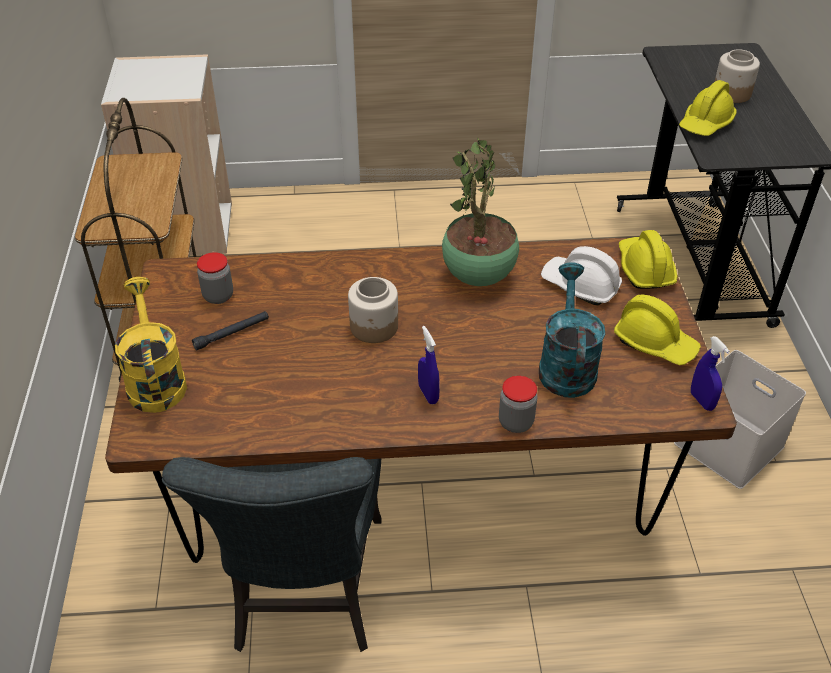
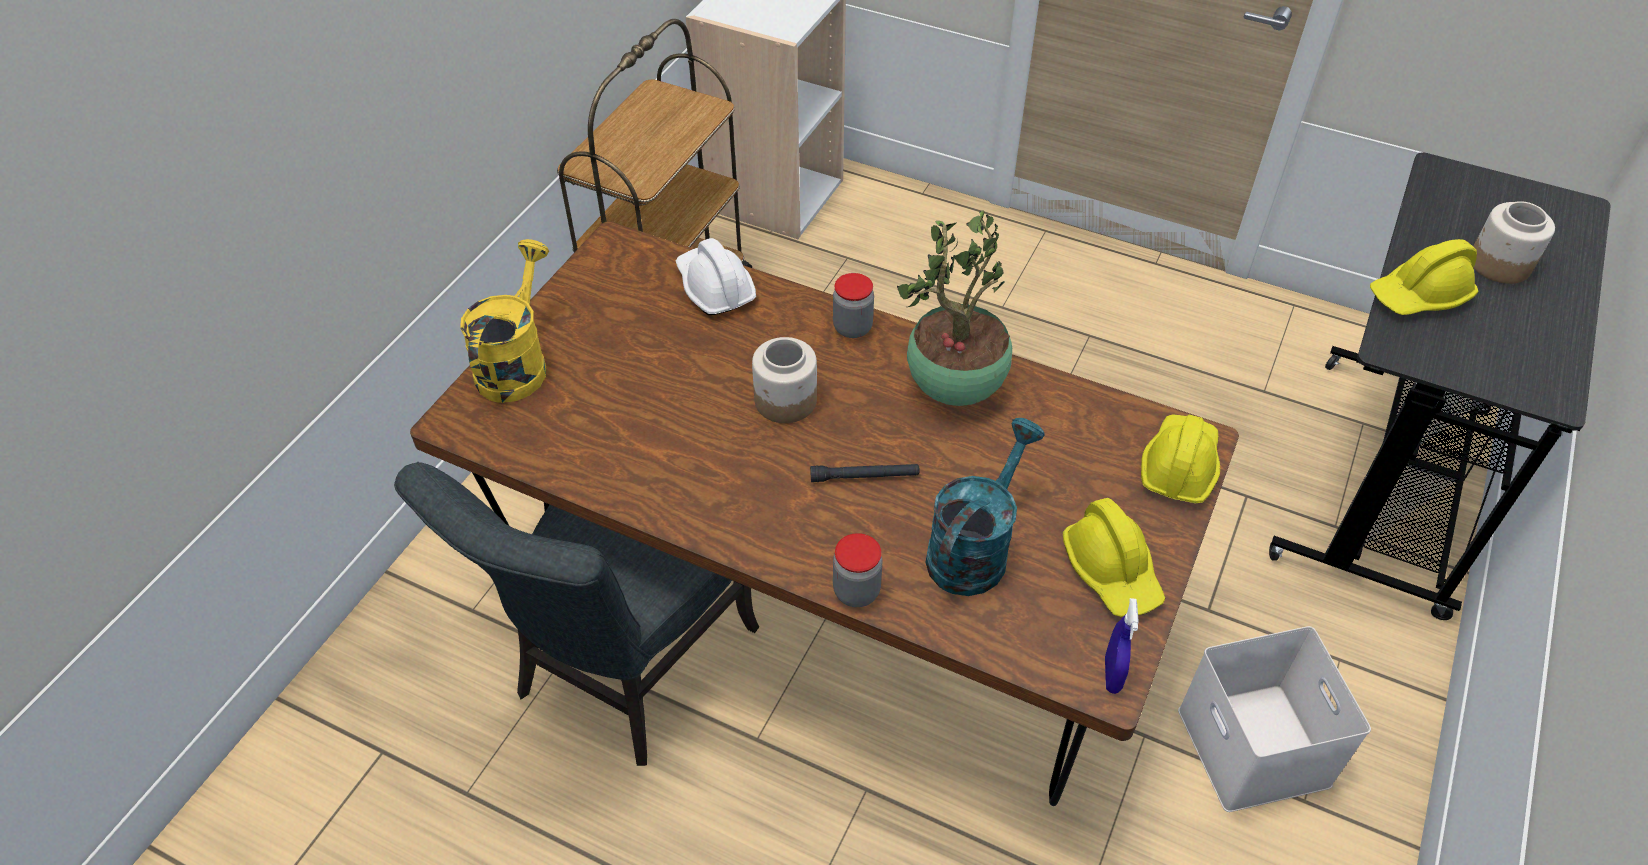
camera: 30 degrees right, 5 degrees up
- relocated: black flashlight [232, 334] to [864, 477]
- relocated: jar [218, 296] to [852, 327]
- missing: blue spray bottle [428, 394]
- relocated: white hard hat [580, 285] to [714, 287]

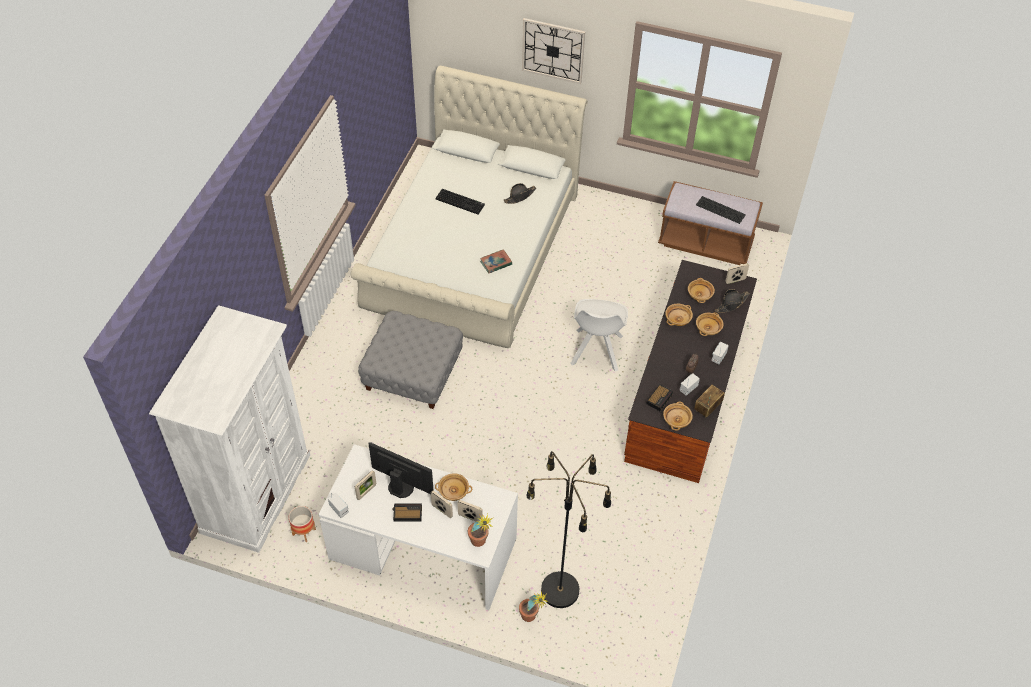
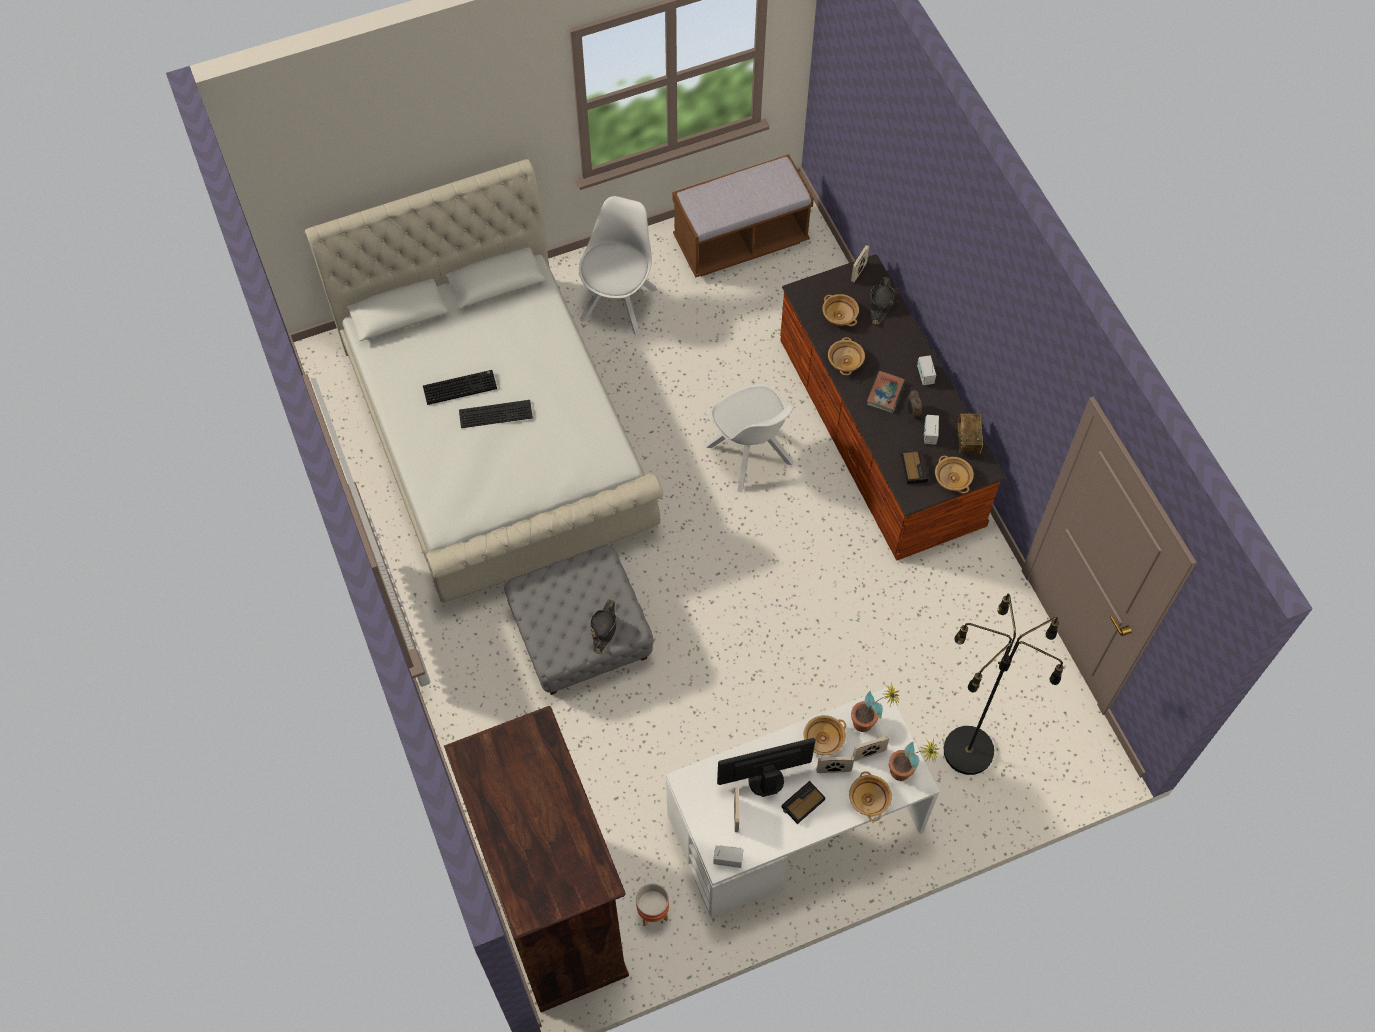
camera: 40 degrees left, 10 degrees up
- colour: white wardrobe [256, 493] to brown wardrobe [555, 913]
- relocated: book [496, 263] to [885, 393]
- relocated: black hat [520, 196] to [604, 628]
- relocated: potted plant [531, 618] to [869, 723]
- missing: wall clock [553, 50]
- relocated: keyboard [721, 209] to [496, 412]
- relocated: beige bowl [708, 328] to [869, 800]
- appeared: white chair [619, 303]

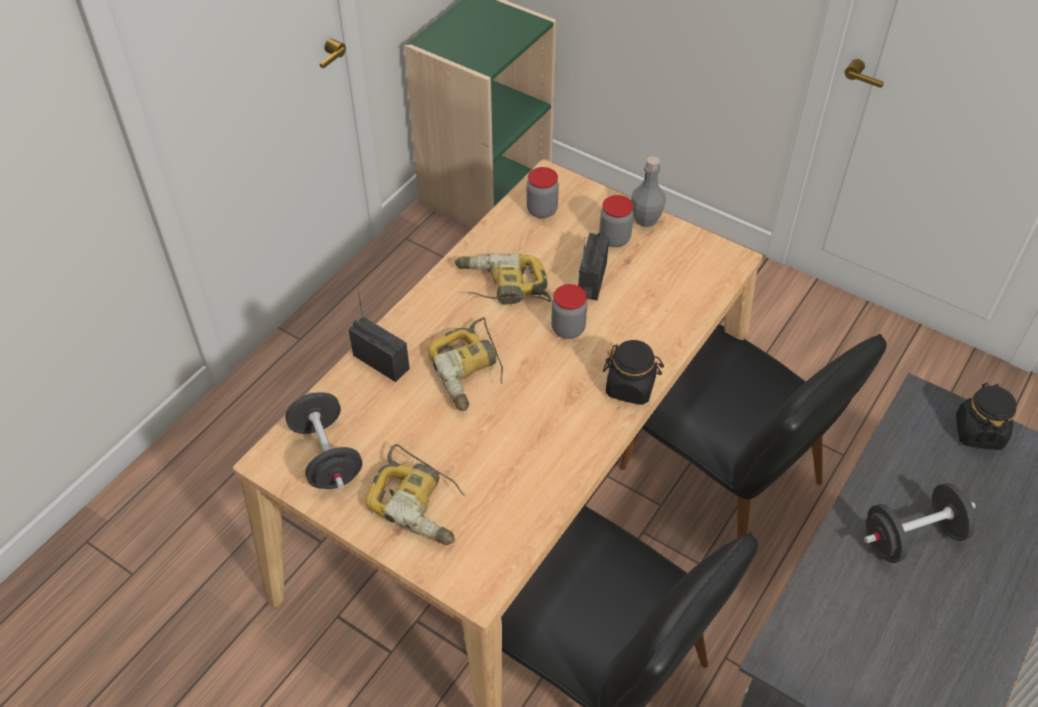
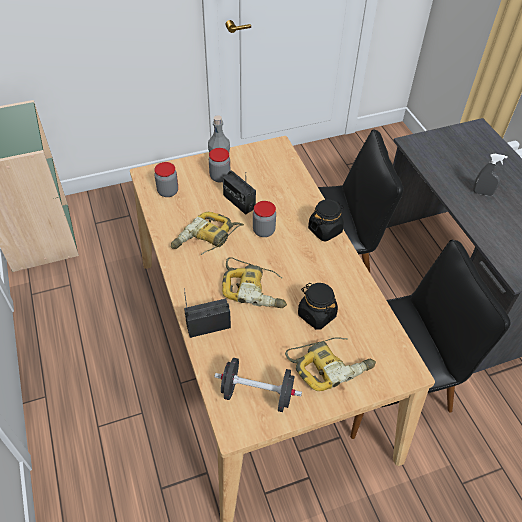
camera: 55 degrees left, 0 degrees up
- exchanged: black dumbbell [912, 537] to grey spray bottle [482, 193]
- relocated: black jar [978, 432] to [316, 314]

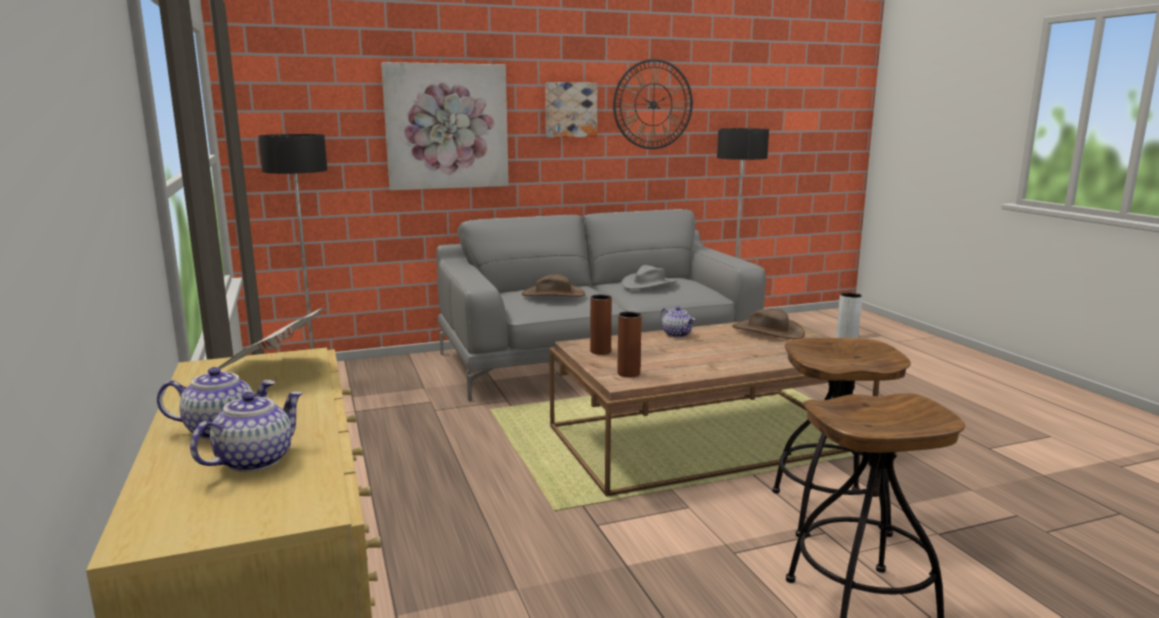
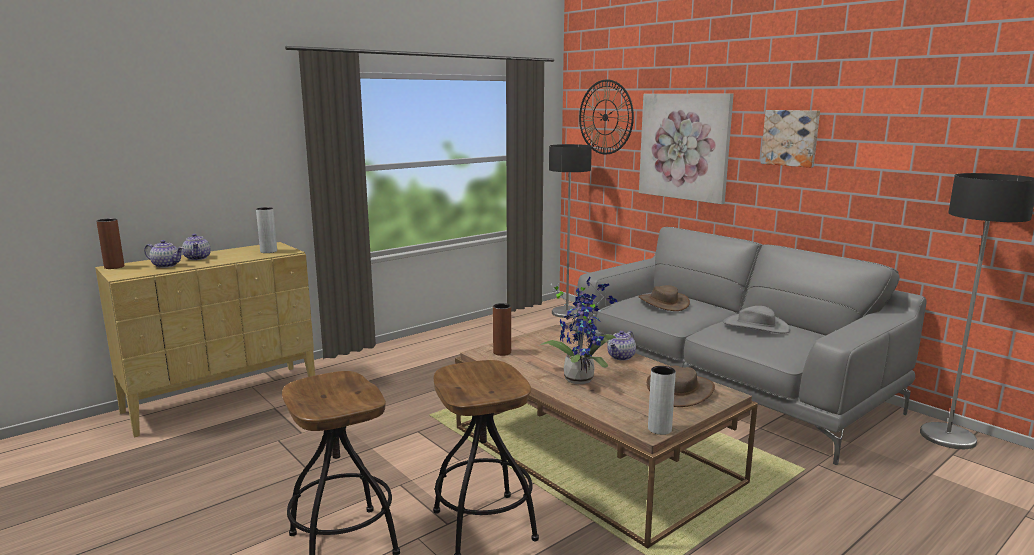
camera: 70 degrees right, 0 degrees up
- exchanged: newspaper [271, 370] to grey vase [268, 251]
- relocated: brown vase [600, 351] to [114, 267]
- relocated: wall clock [653, 104] to [605, 117]
- appeared: potted plant [580, 378]

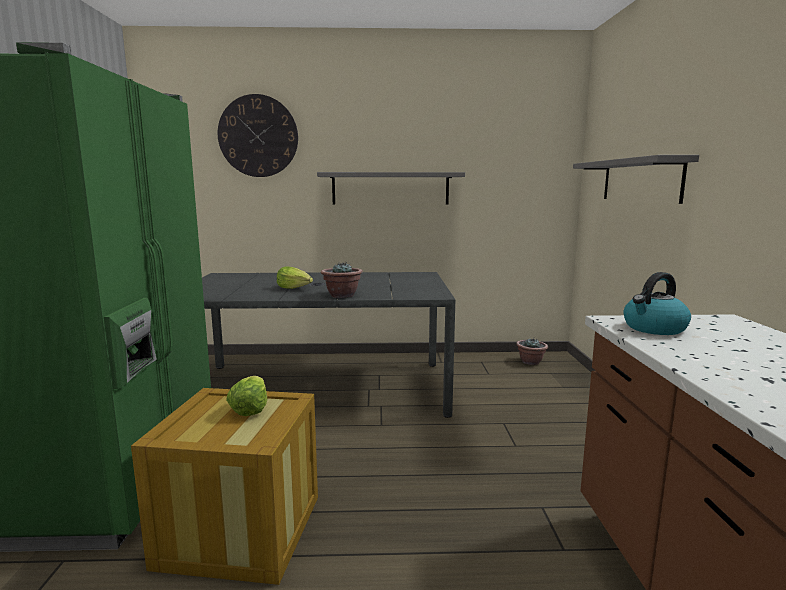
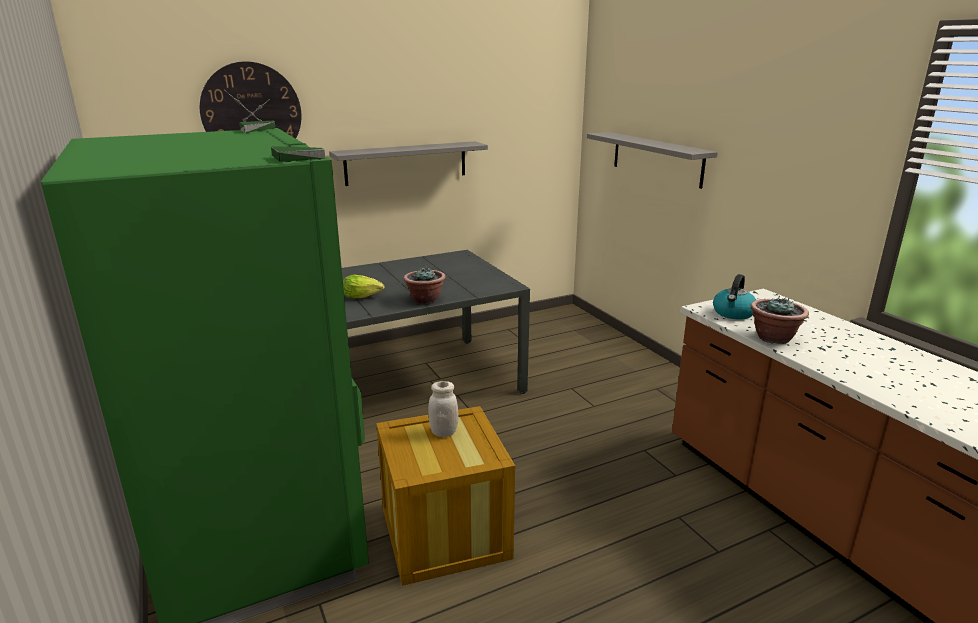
camera: 25 degrees left, 10 degrees up
- exchanged: lettuce [250, 408] to white jar [444, 432]
- relocated: potted plant [530, 362] to [773, 338]

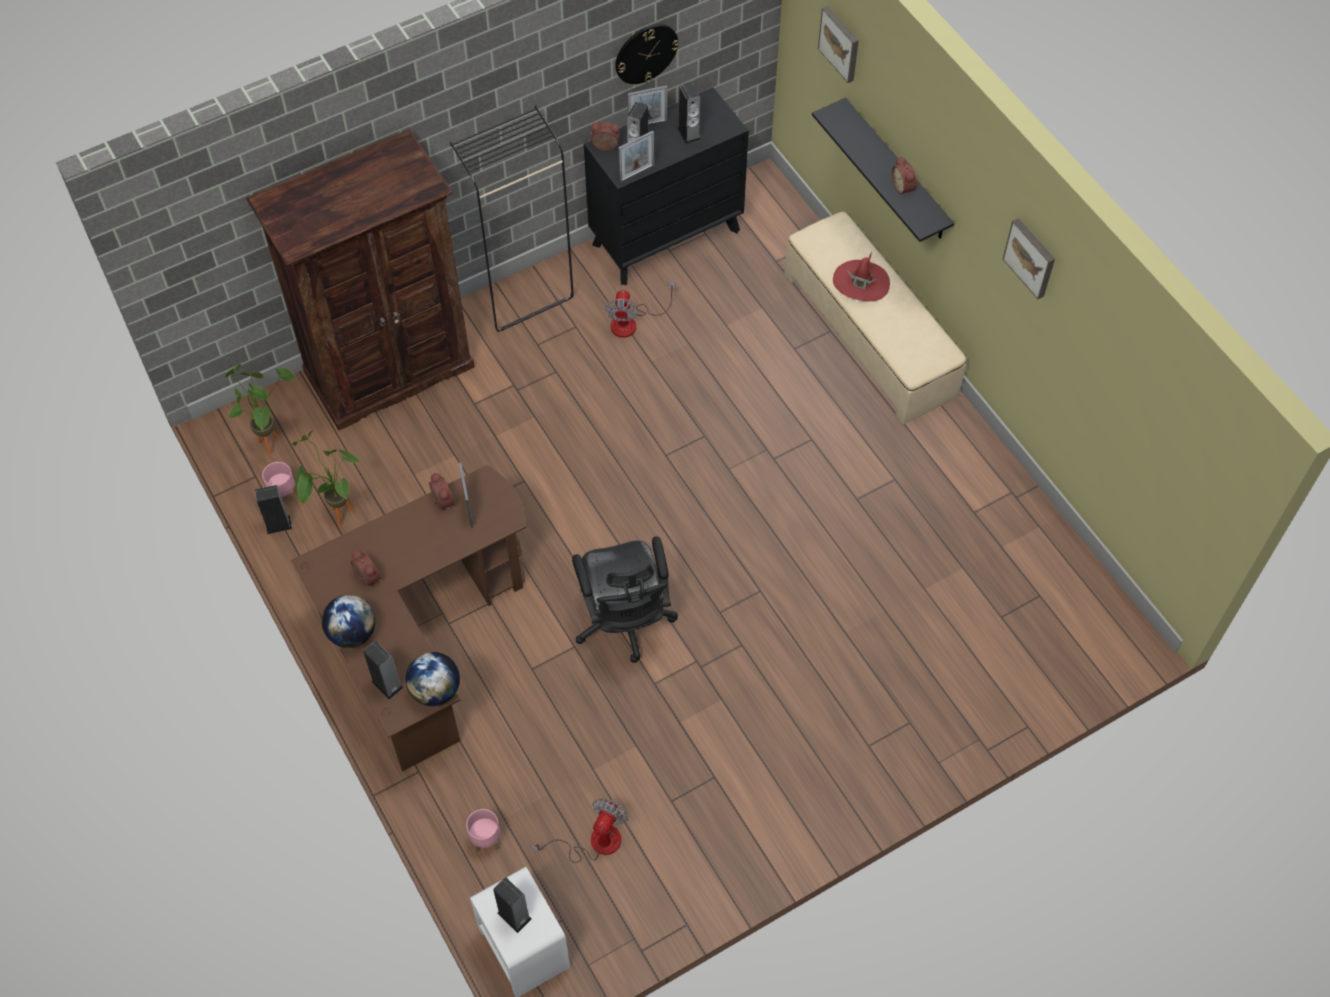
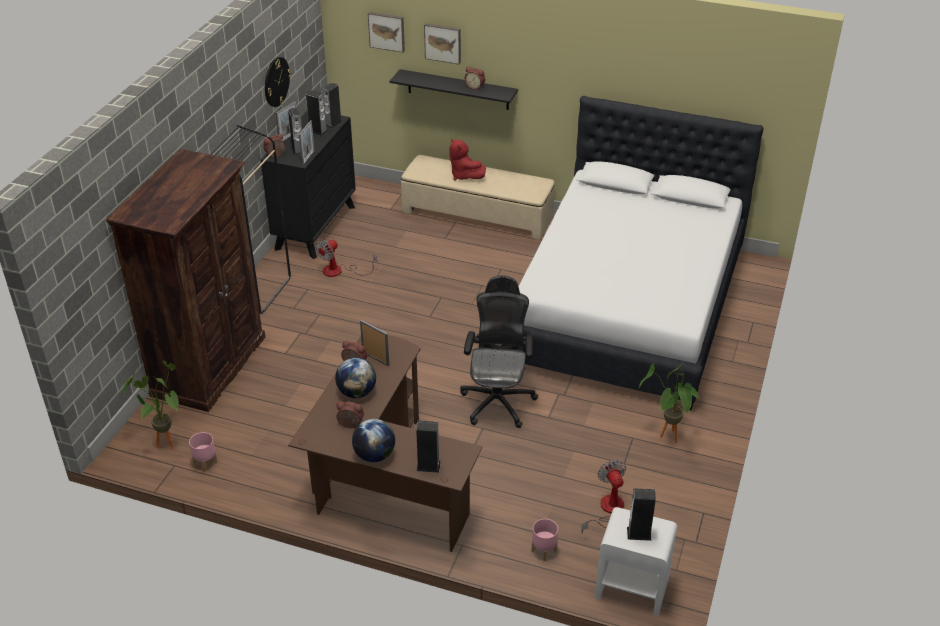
camera: 40 degrees left, 20 degrees down
- relocated: speaker [278, 524] to [333, 123]
- relocated: potted plant [336, 516] to [667, 439]
- relocated: globe [435, 690] to [356, 392]
- spun: office chair [624, 623] = [498, 400] 120 degrees counterclockwise
- spun: fan [632, 322] = [339, 271] 75 degrees clockwise
- exchanged: red hat [861, 283] to red plush toy [464, 176]
- relocated: picture [1031, 257] to [443, 42]
- appeared: white bed [628, 306]

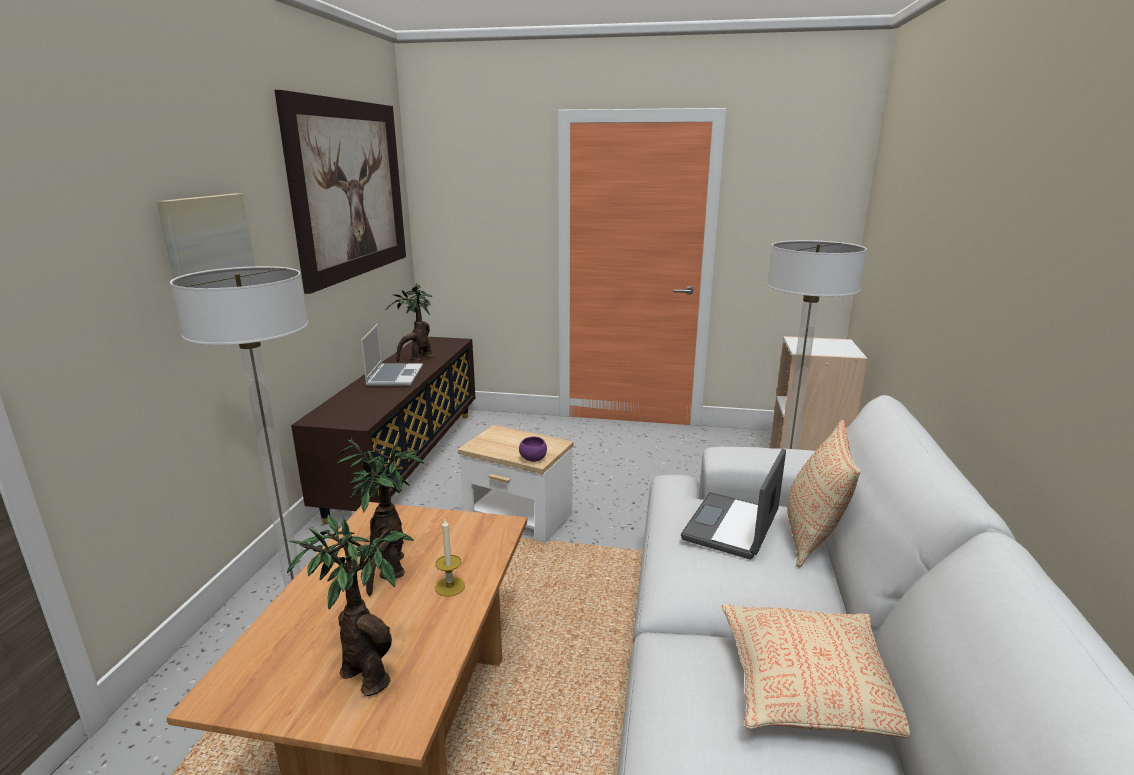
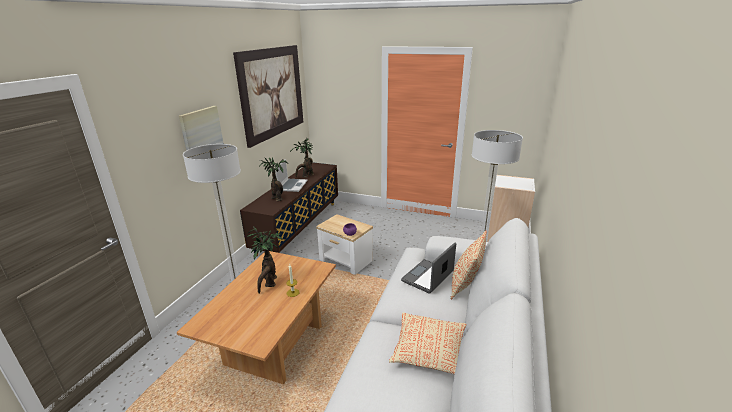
camera: 10 degrees right, 5 degrees up
- relocated: potted plant [364, 672] to [277, 198]

